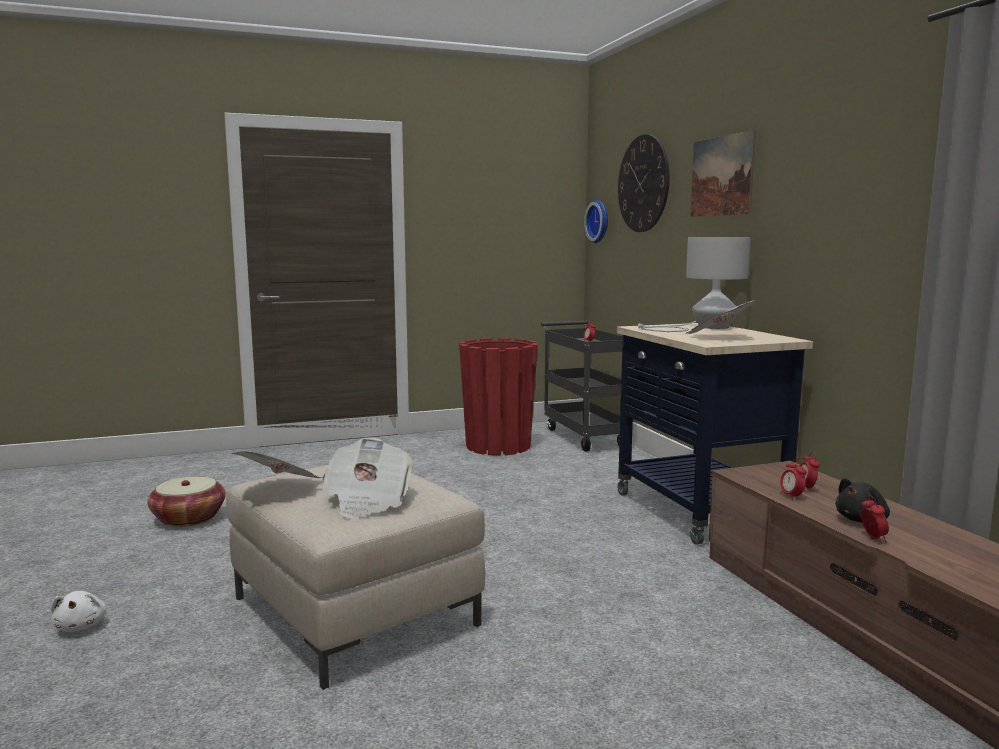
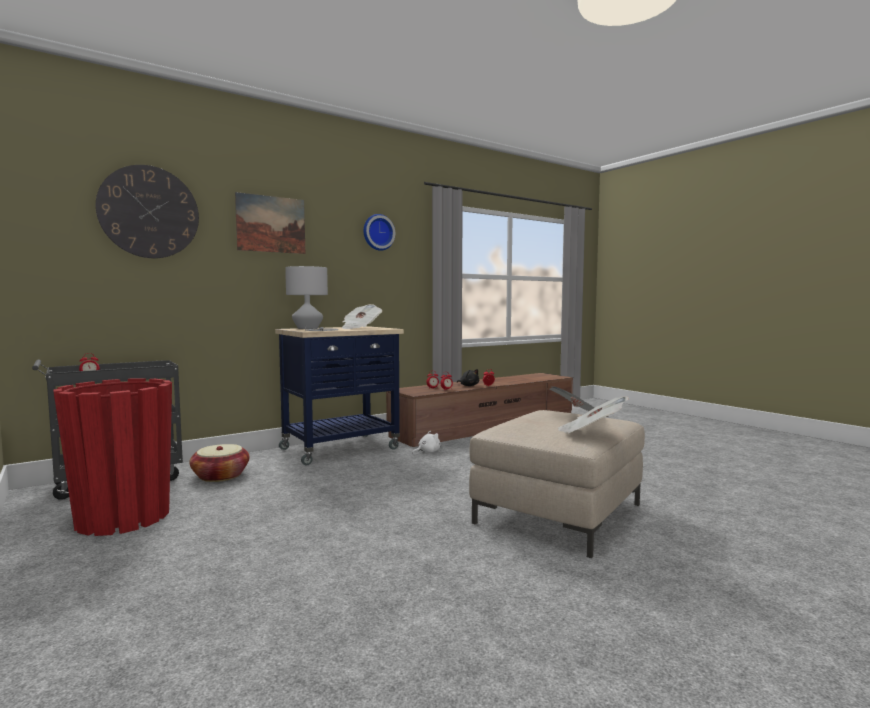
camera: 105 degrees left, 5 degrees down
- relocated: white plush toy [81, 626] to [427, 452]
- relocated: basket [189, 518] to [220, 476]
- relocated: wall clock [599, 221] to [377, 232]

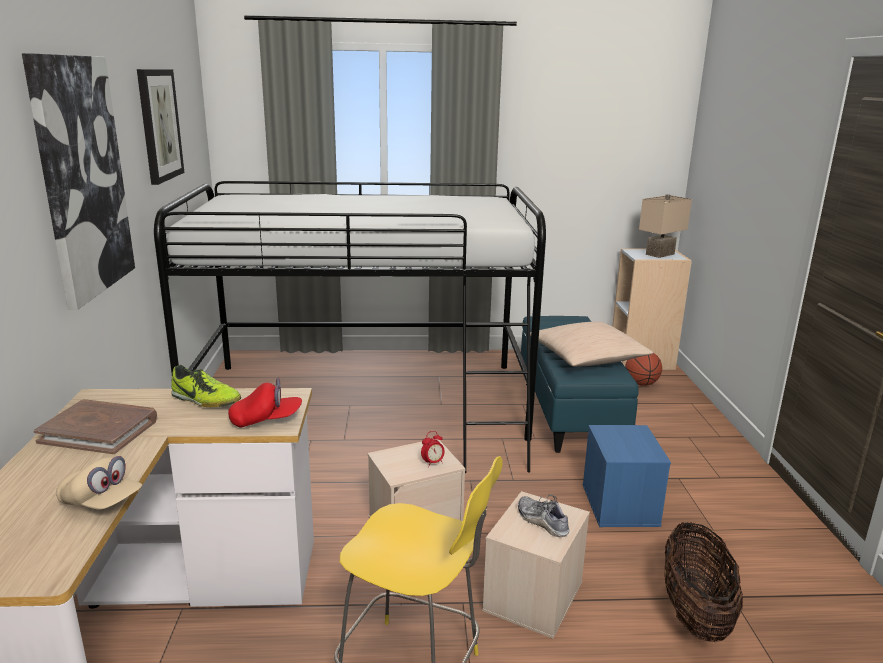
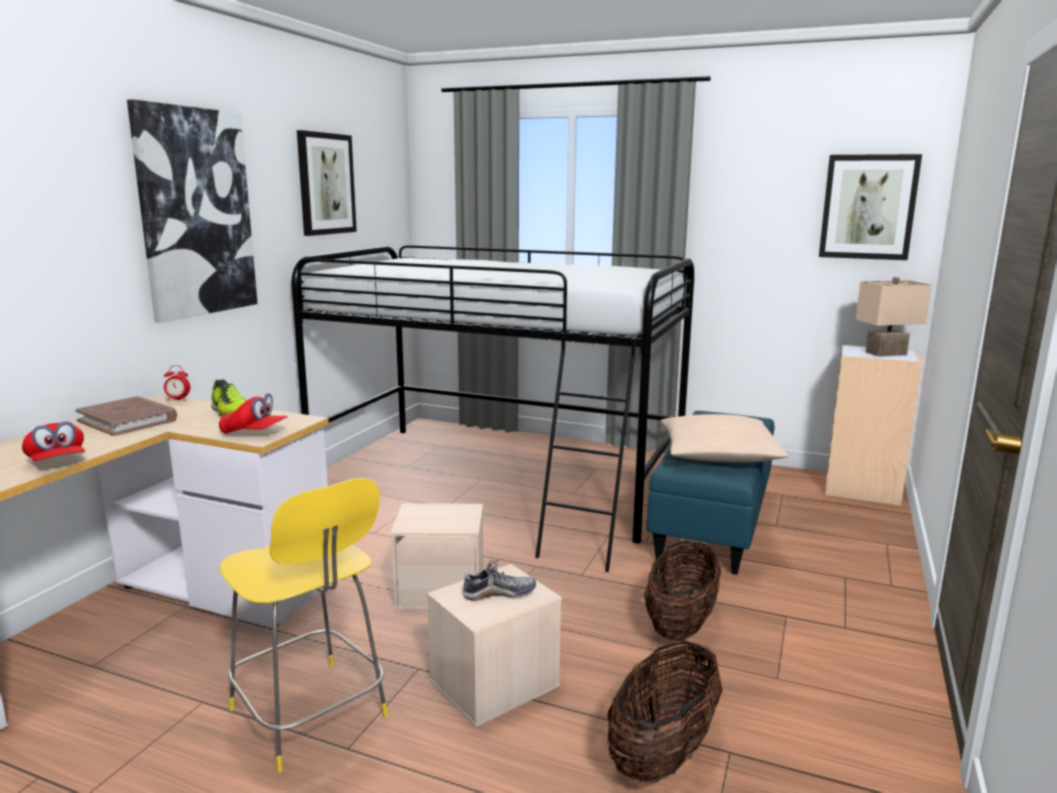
camera: 25 degrees right, 5 degrees down
- colour: beige cap [102, 503] to red cap [57, 463]
- relocated: alarm clock [433, 463] to [178, 400]
- spun: shoe [542, 521] = [499, 593] 90 degrees clockwise
- exchanged: blue storage box [618, 504] to basket [680, 624]
- missing: basketball [641, 384]
- appeared: picture [868, 207]

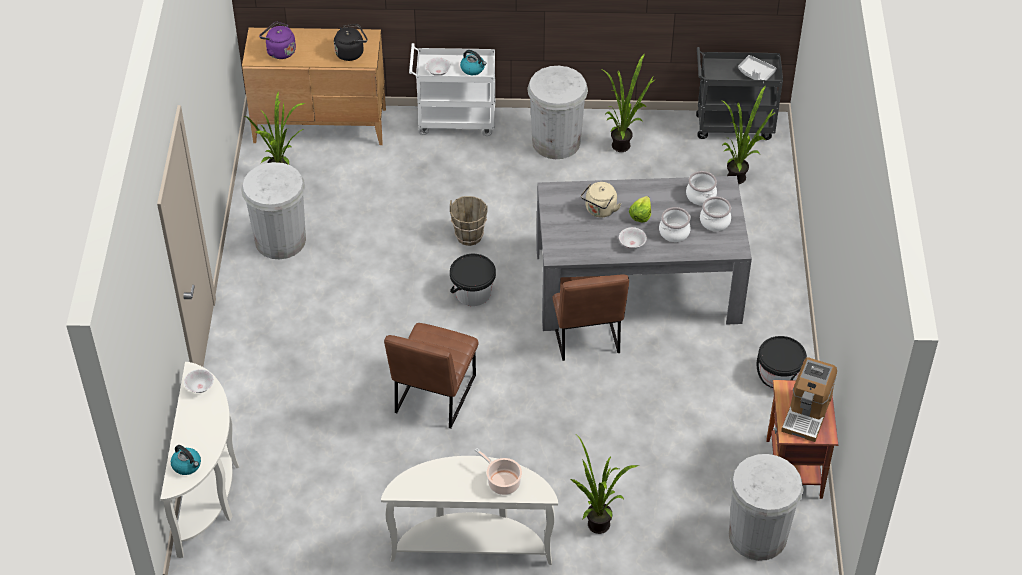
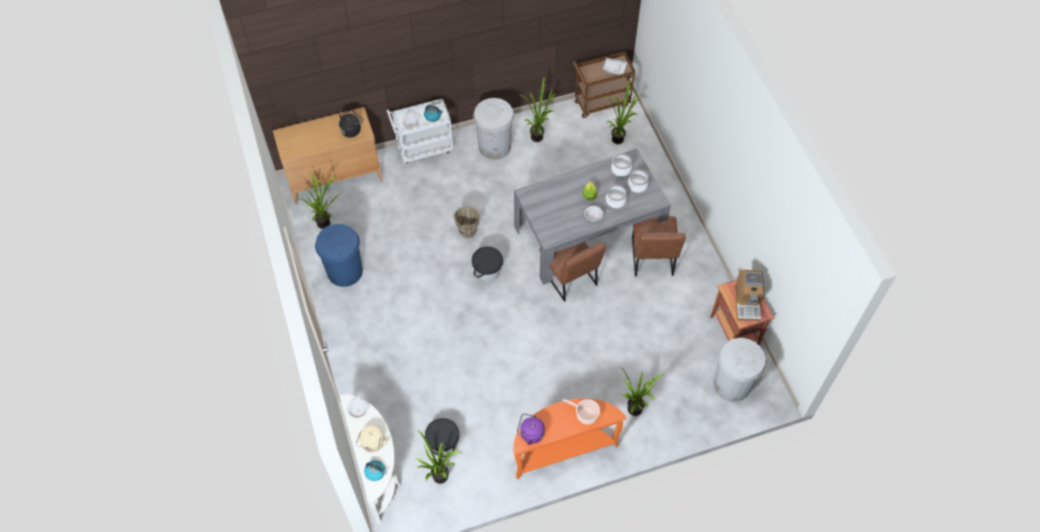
camera: 20 degrees left, 10 degrees up
- colour: white trash can [280, 240] to blue trash can [345, 271]
- relocated: purple kettle [279, 51] to [530, 434]
- colour: white console table [472, 544] to orange console table [562, 449]
- relocated: brown chair [434, 395] to [652, 258]
- relocated: beige kettle [600, 210] to [373, 444]
- colour: grey cart [731, 128] to brown cart [600, 105]
- relocated: black bucket [778, 376] to [443, 443]
- appeared: potted plant [438, 480]

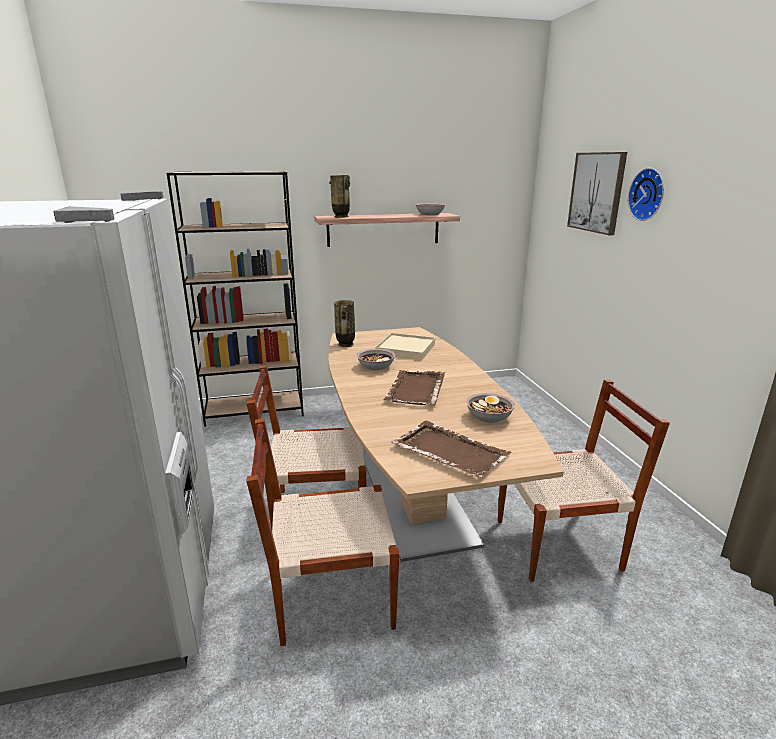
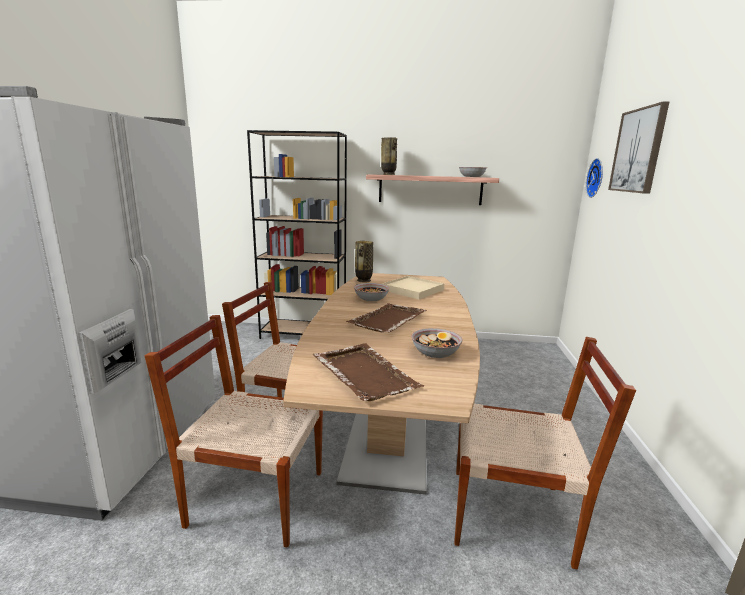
camera: 20 degrees right, 5 degrees down
- relocated: wall clock [648, 194] to [597, 178]

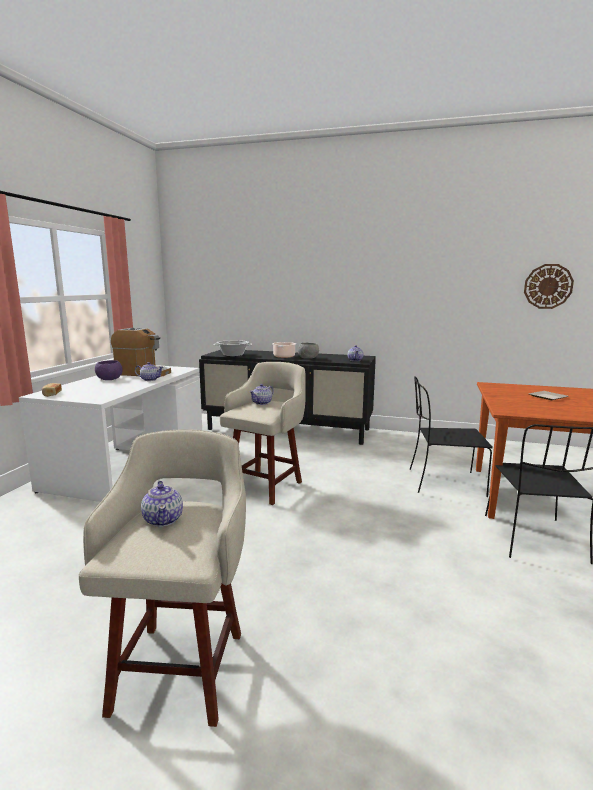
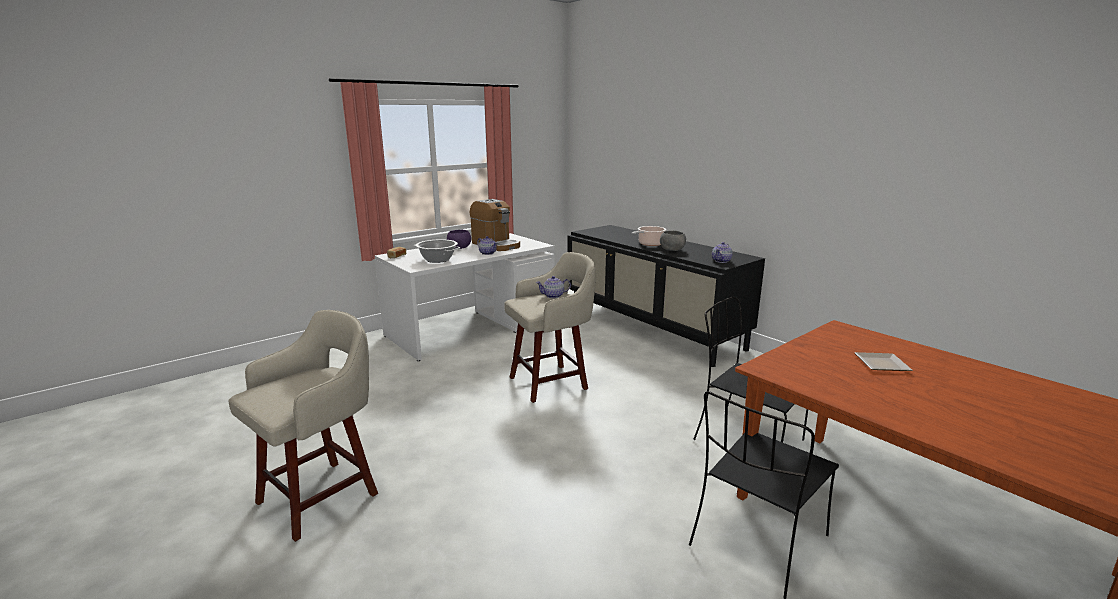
camera: 35 degrees right, 5 degrees up
- missing: teapot [163, 519]
- relocated: cooking pot [233, 355] to [438, 260]
- missing: wall clock [548, 286]

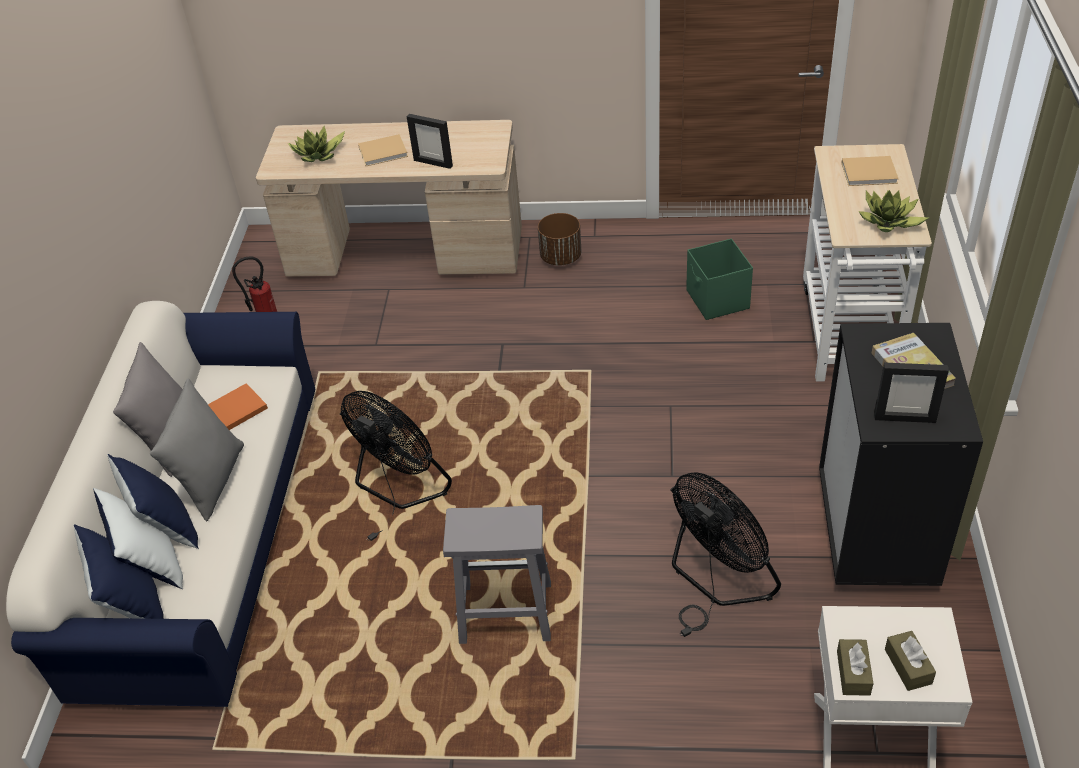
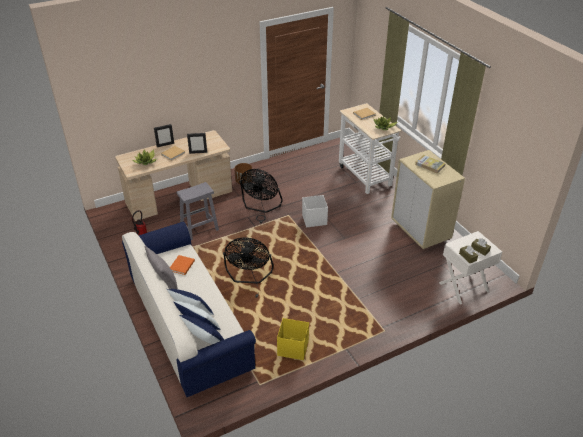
camera: 35 degrees left, 5 degrees down
- missing: grey pillow [212, 481]
- relocated: grey stool [504, 613] to [199, 228]
- relocated: black fan [711, 579] to [260, 207]
- missing: green storage box [717, 300]
- colour: black cabinet [876, 534] to beige cabinet [420, 232]
- relocated: picture frame [904, 417] to [165, 144]
- appeared: yellow storage box [292, 348]
- appeared: white storage box [314, 220]

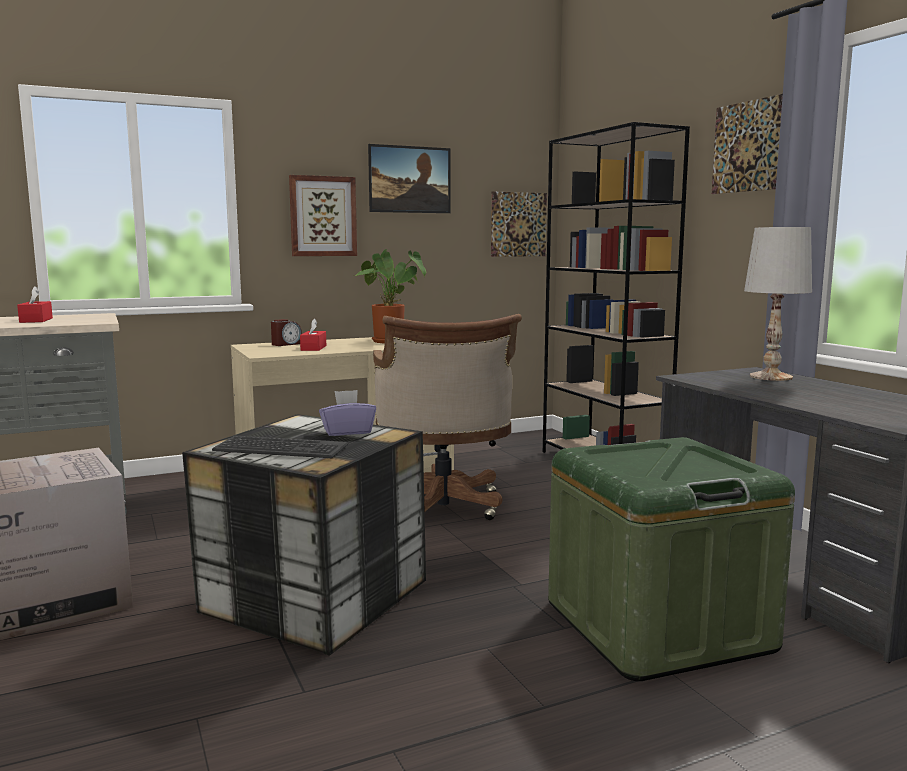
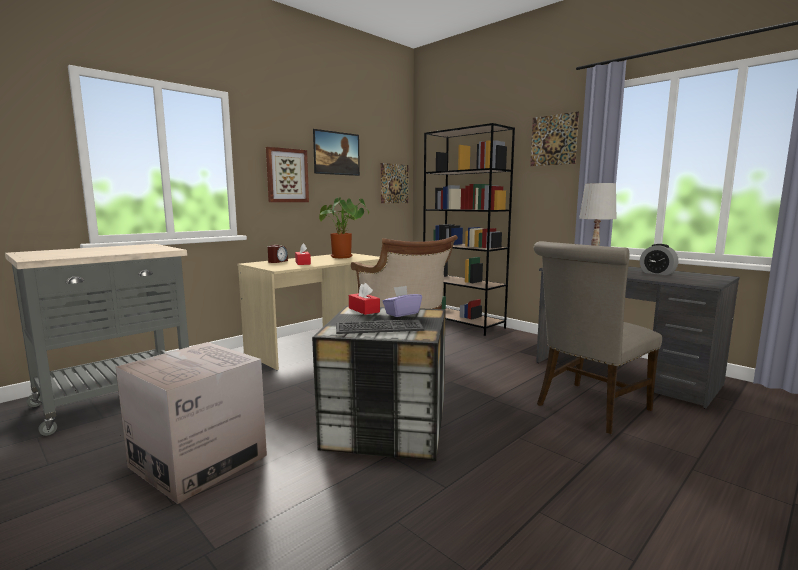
camera: 20 degrees left, 0 degrees up
- relocated: red tissue box [36, 320] to [364, 310]
- exchanged: green storage box [657, 626] to beige chair [589, 408]
- appeared: alarm clock [657, 273]

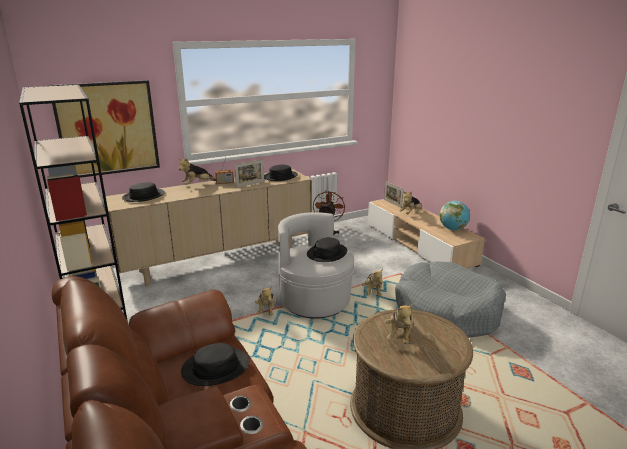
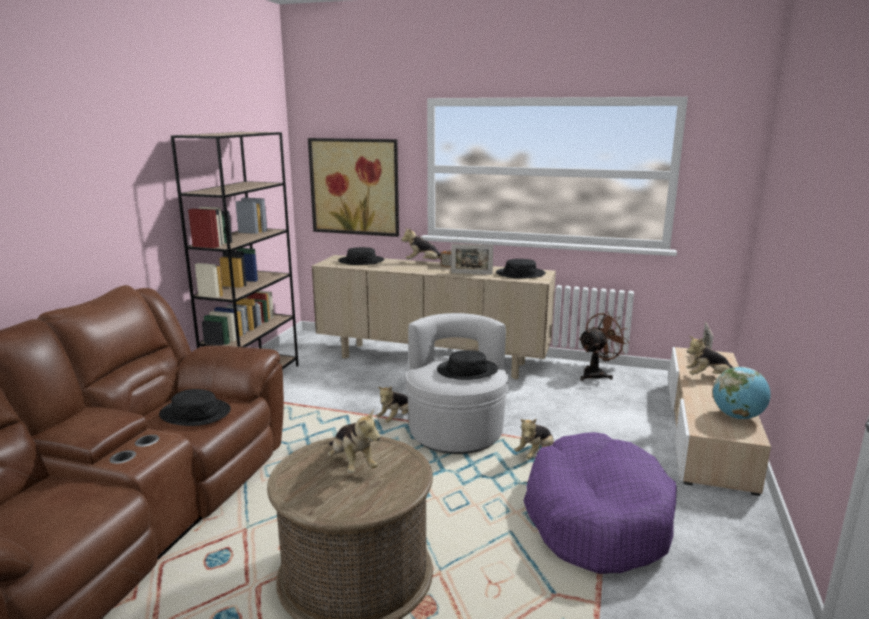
camera: 45 degrees right, 5 degrees down
- spun: plush toy [400, 335] = [352, 464] 90 degrees counterclockwise
- colour: grey dog bed [447, 310] to purple dog bed [596, 518]

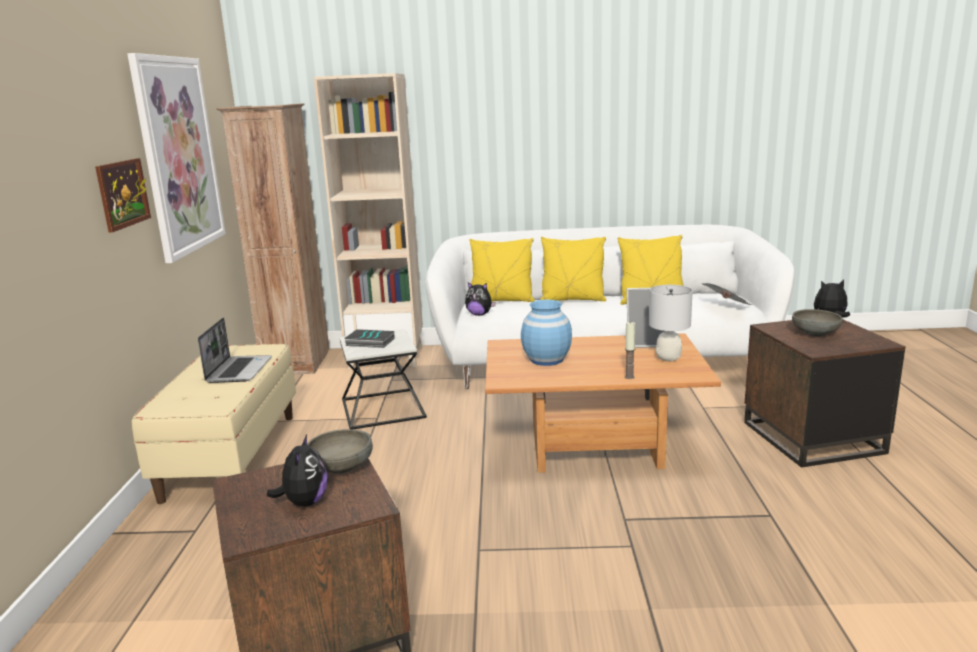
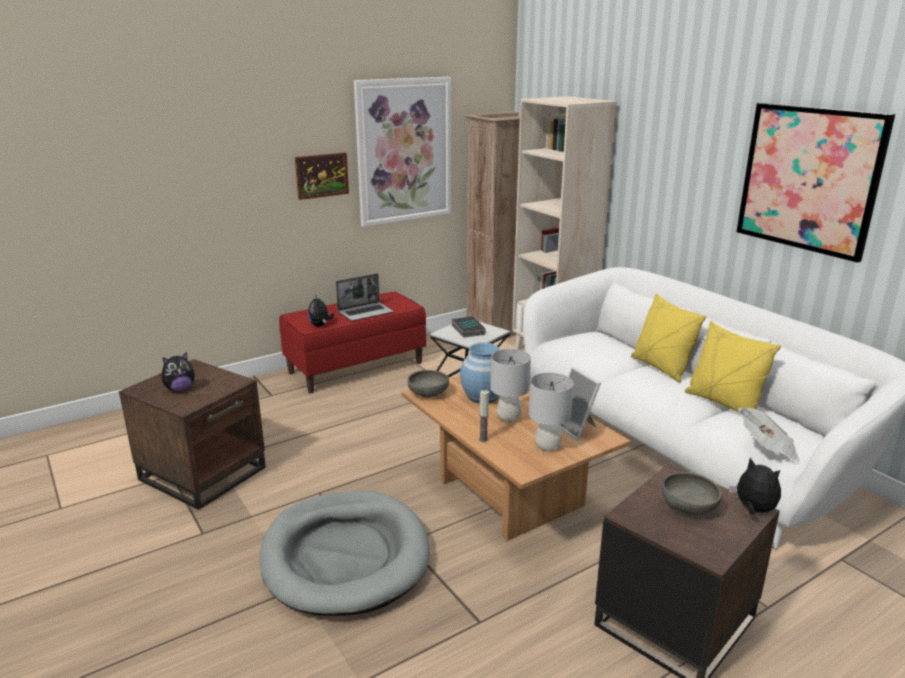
camera: 55 degrees right, 5 degrees up
- colour: beige bench [231, 455] to red bench [356, 367]
- relocated: grey bowl [341, 467] to [428, 393]
- relocated: plush toy [479, 314] to [320, 325]
- missing: yellow pillow [502, 301]
- appeared: grey dog bed [345, 556]
- appeared: grey table lamp [509, 419]
- appeared: picture [809, 179]

